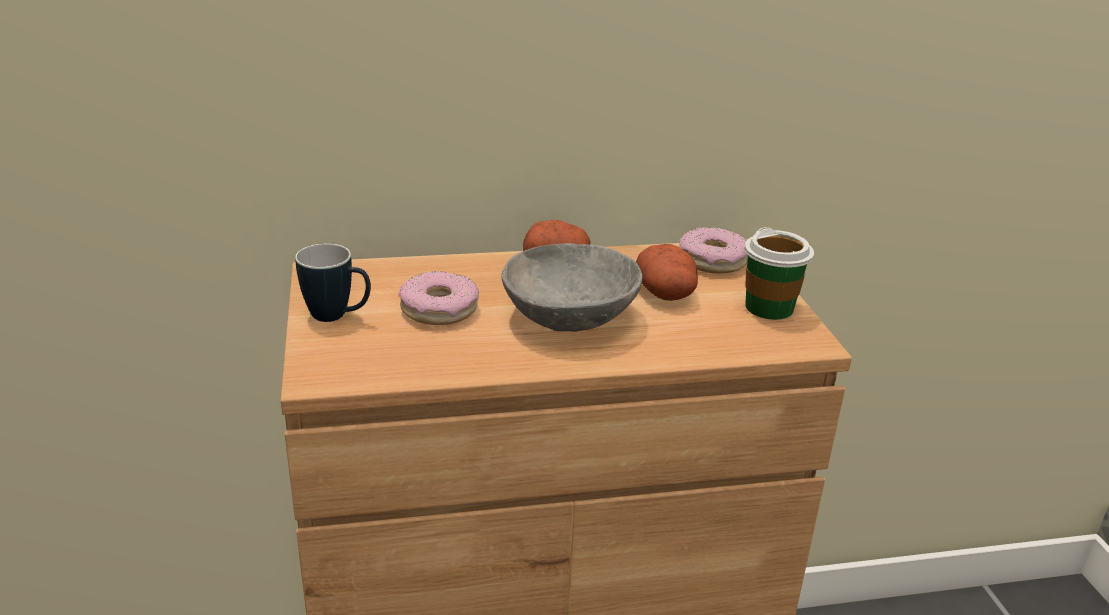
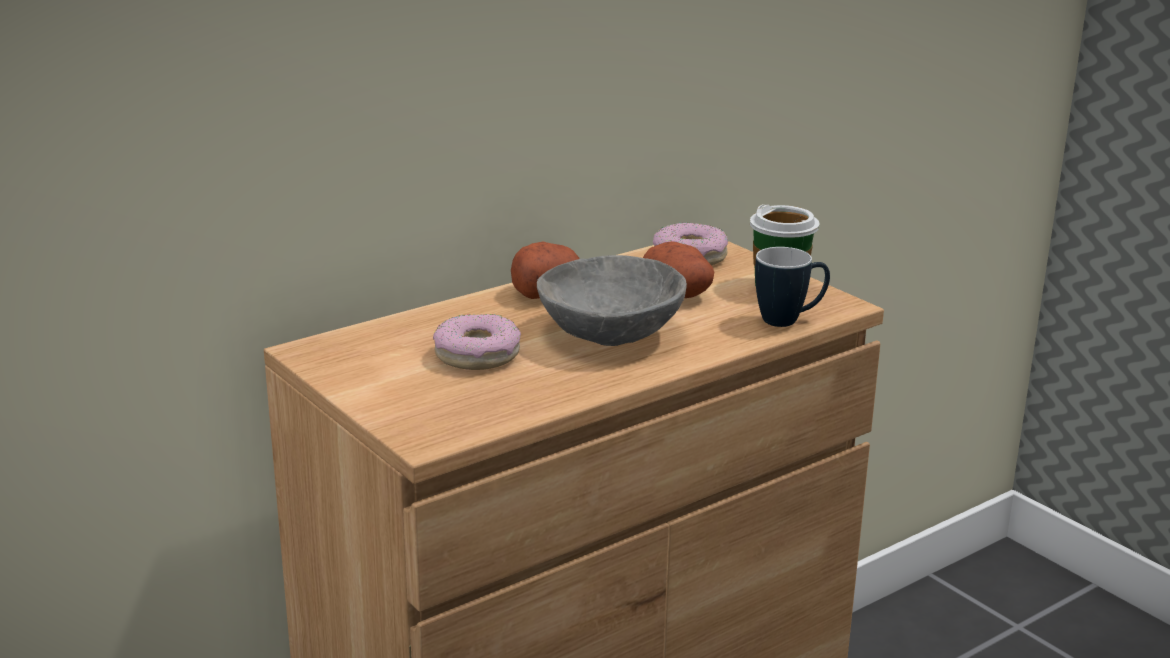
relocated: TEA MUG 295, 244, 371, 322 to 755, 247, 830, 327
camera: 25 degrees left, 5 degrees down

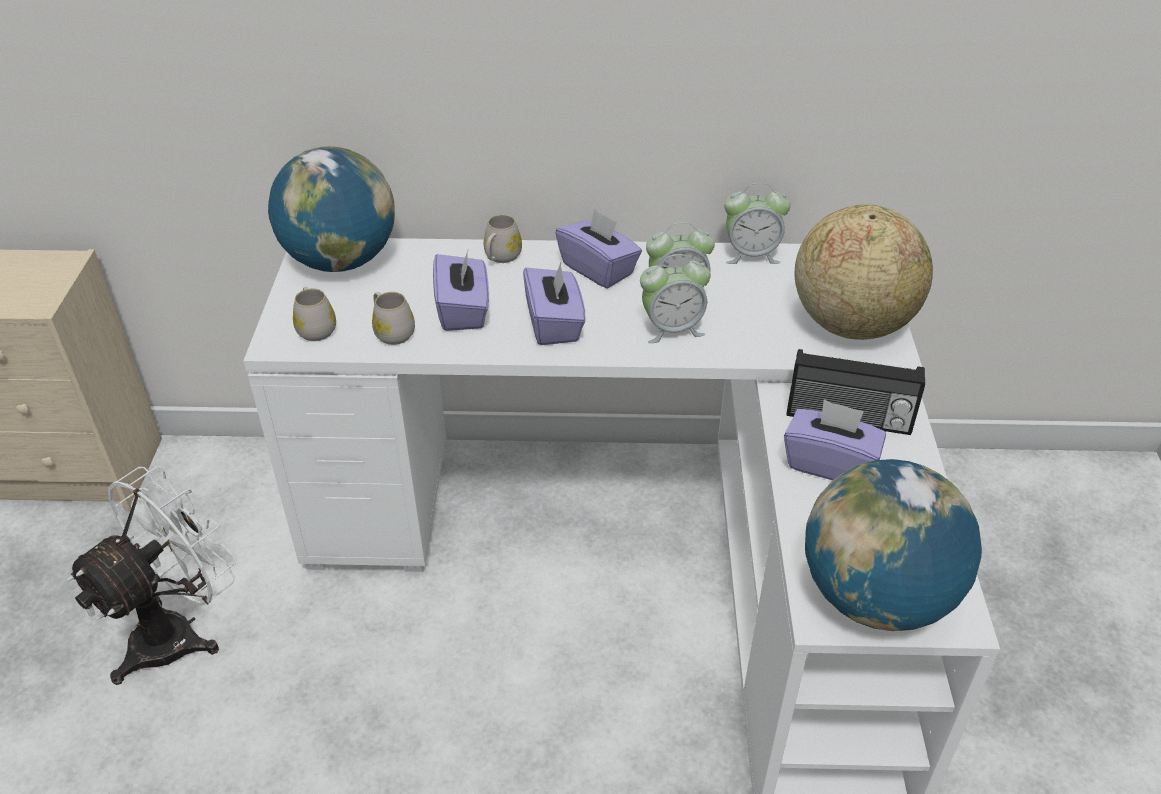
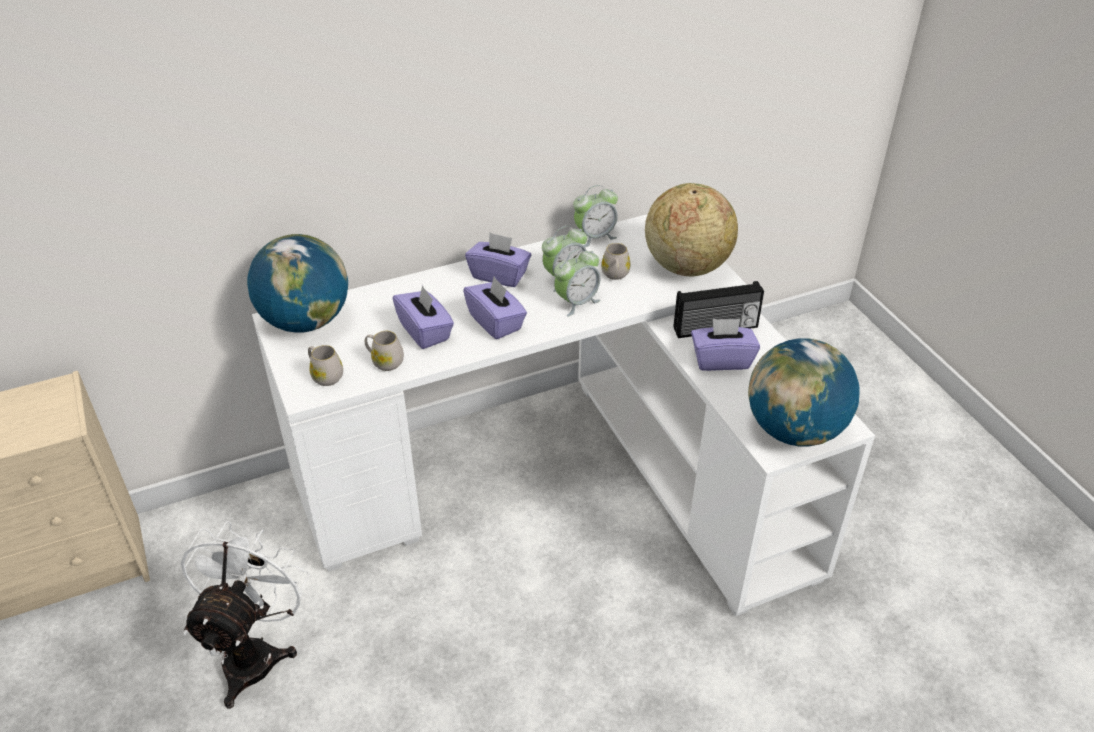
relocated: WHITE TEA MUG 484, 214, 522, 263 to 601, 243, 630, 280
camera: 25 degrees left, 0 degrees up

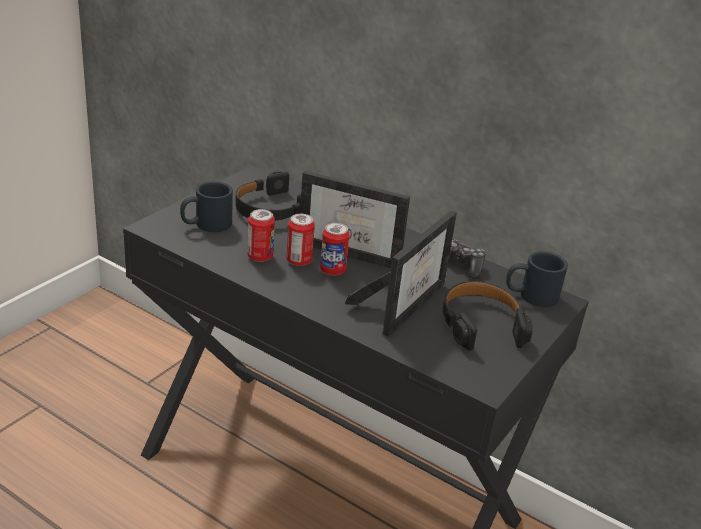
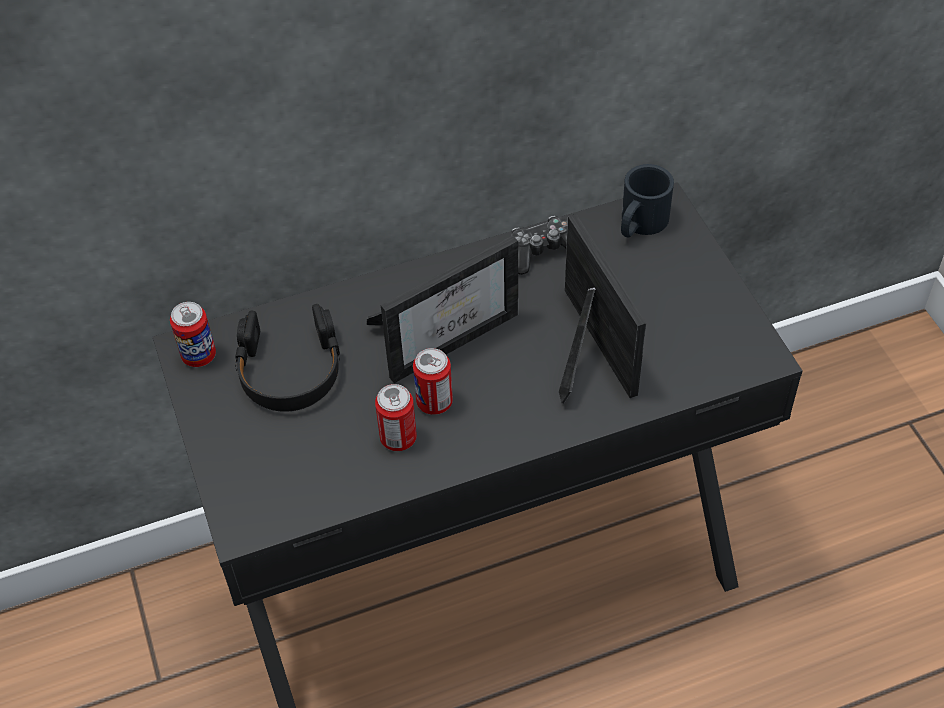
missing: BLACK TEA MUG 180, 181, 233, 232; BLACK HEADPHONES 443, 281, 533, 351
relocated: METAL CAN 320, 223, 349, 276 to 170, 302, 216, 367
camera: 50 degrees left, 20 degrees up

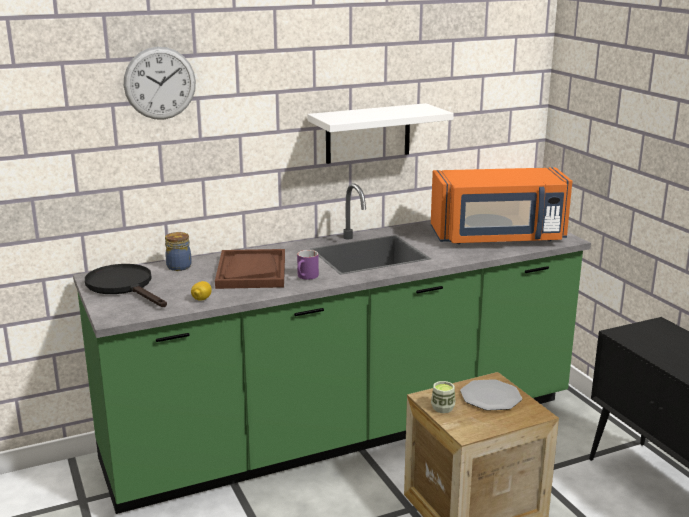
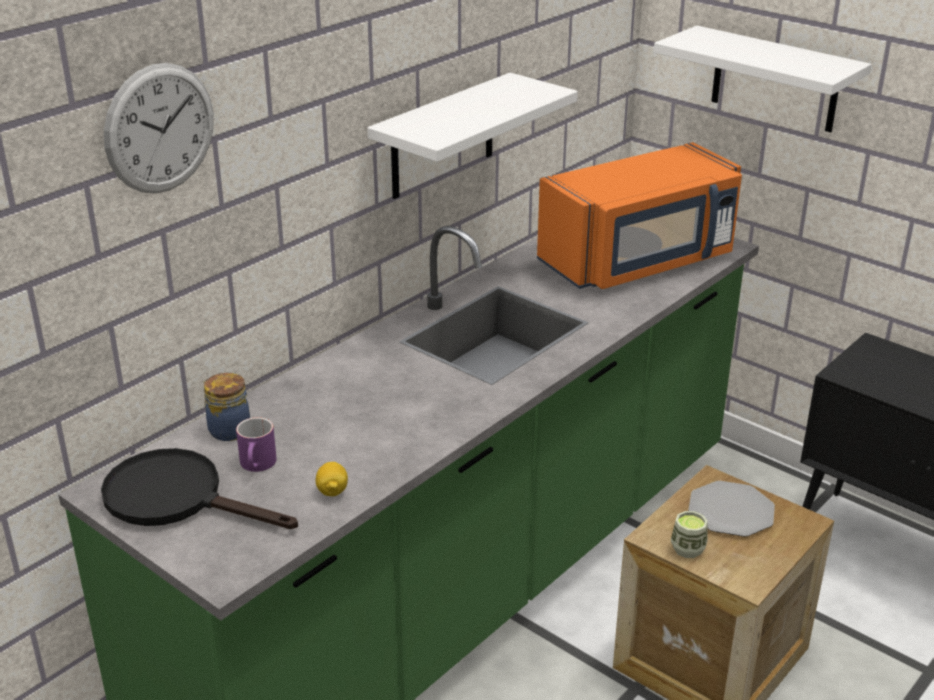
missing: BROWN-COLOURED TRAY 215, 249, 285, 289
appeared: WHITE SHELF 654, 26, 871, 132
relocated: PURPLE-COLOURED TEA MUG 297, 250, 319, 280 to 236, 417, 277, 472
camera: 25 degrees left, 10 degrees up

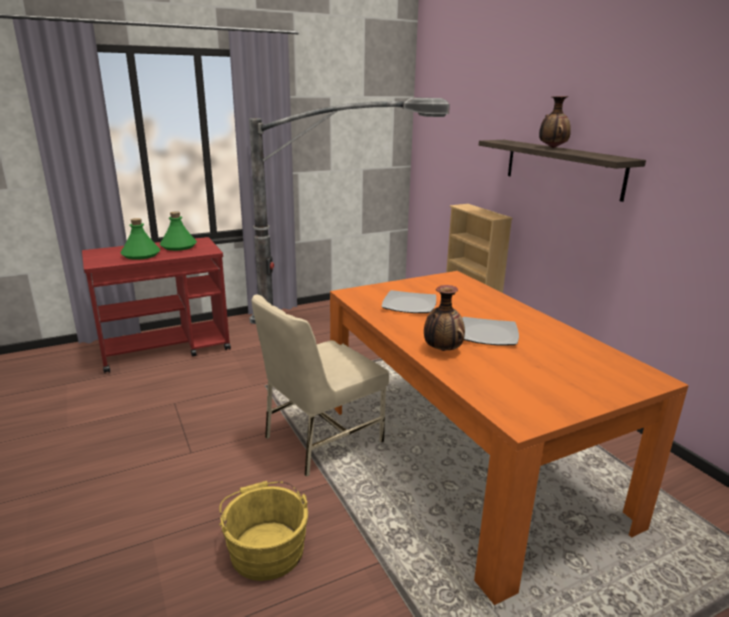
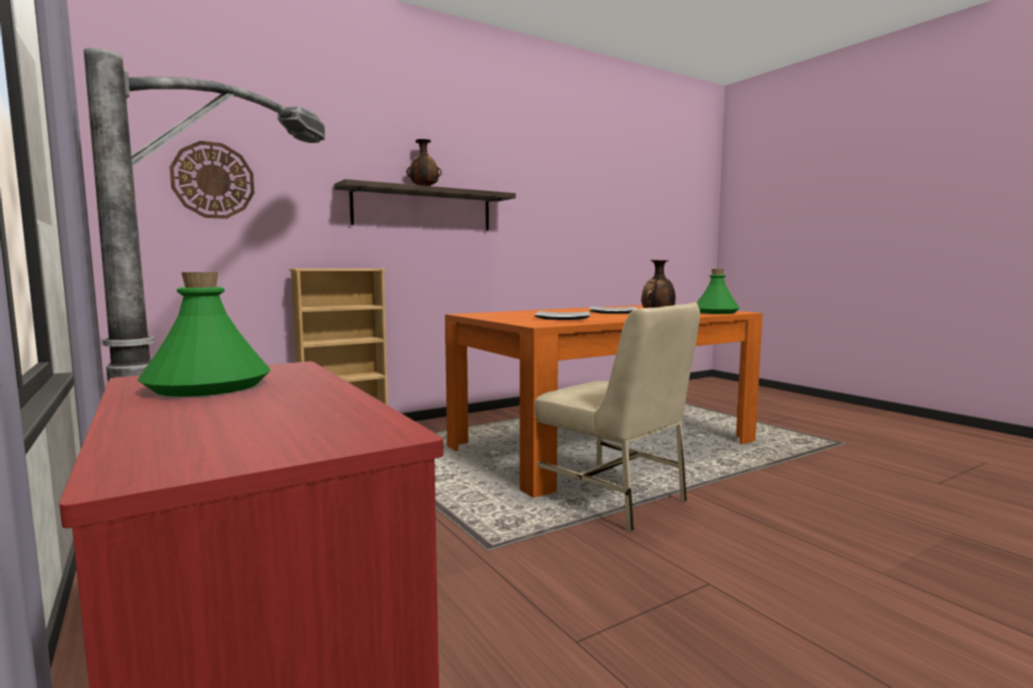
missing: YELLOWISH PAIL 219, 481, 309, 581
appeared: WALL CLOCK 170, 141, 254, 219
relocated: GREENISH BOTTLE 120, 218, 160, 260 to 697, 269, 740, 314
camera: 95 degrees left, 15 degrees down

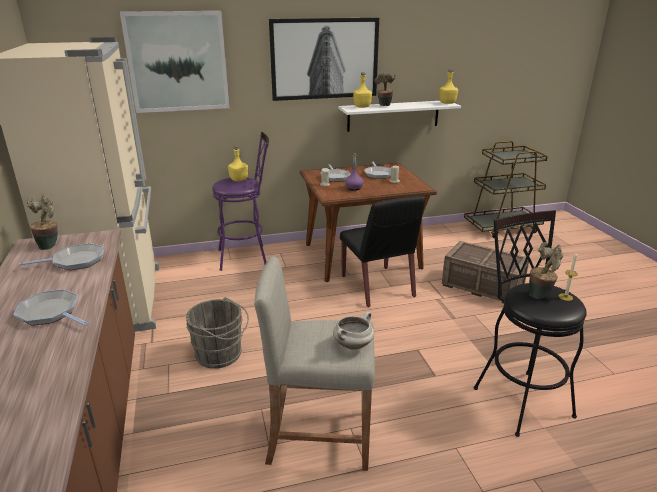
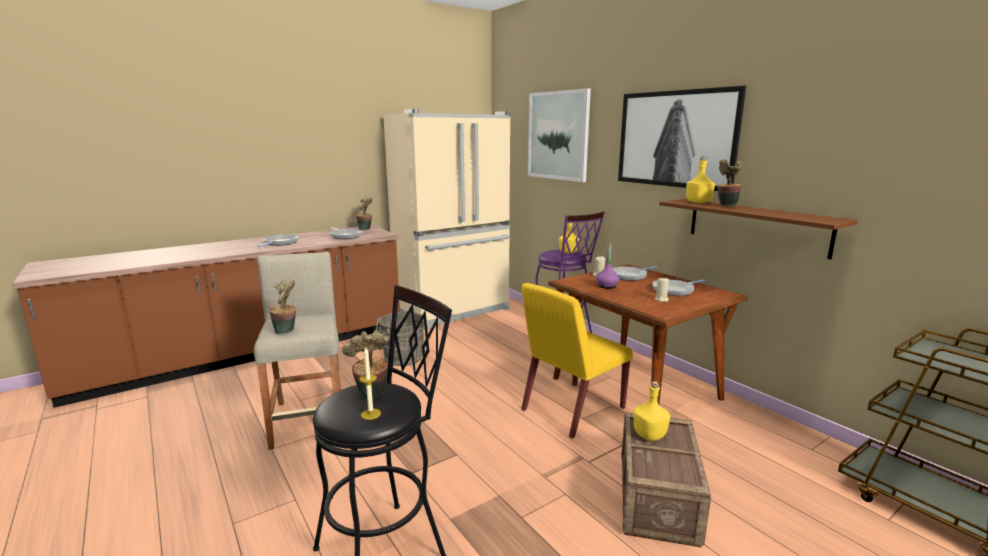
relocated: YELLOWISH BOTTLE 439, 69, 458, 104 to 633, 381, 670, 441
exchanged: WHITE STOCKPOT 333, 312, 374, 350 to PLANT IN A POT 269, 279, 296, 334
colour: WHITE SHELF 338, 101, 461, 132 to BROWN-COLOURED SHELF 659, 199, 858, 259; BLACK PLAIN CHAIR 340, 196, 425, 307 to YELLOWISH PLAIN CHAIR 521, 283, 633, 439
camera: 70 degrees right, 10 degrees down

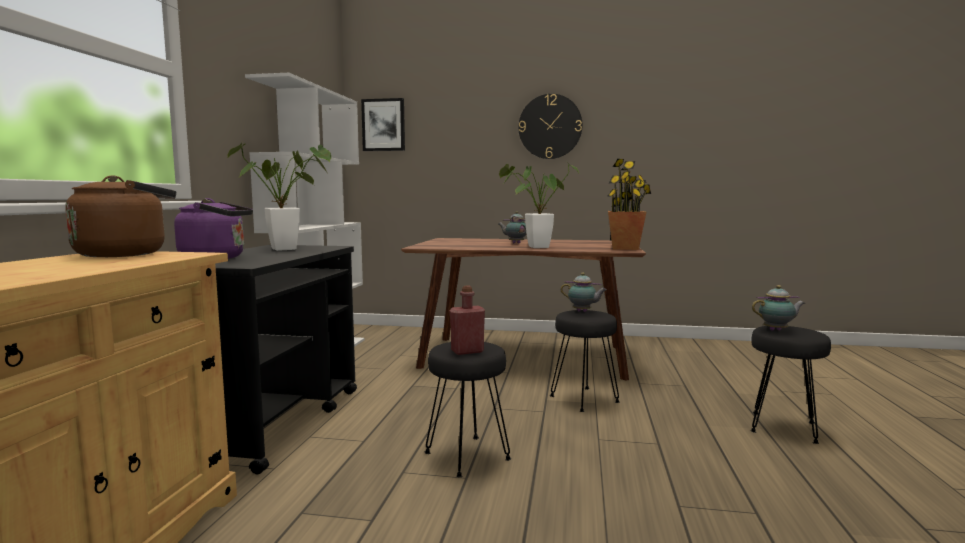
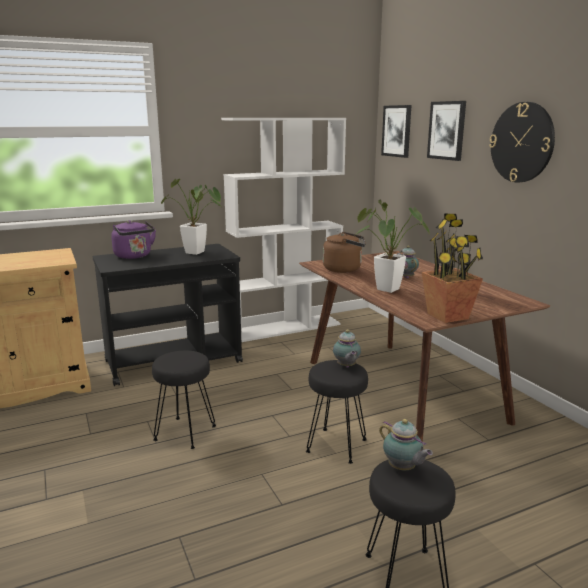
missing: RED-COLOURED BOTTLE 450, 286, 485, 355
appeared: WALL PICTURE 427, 101, 466, 161
relocated: BROWN-COLOURED TEA KETTLE 65, 176, 176, 257 to 323, 232, 366, 273
camera: 55 degrees right, 10 degrees up

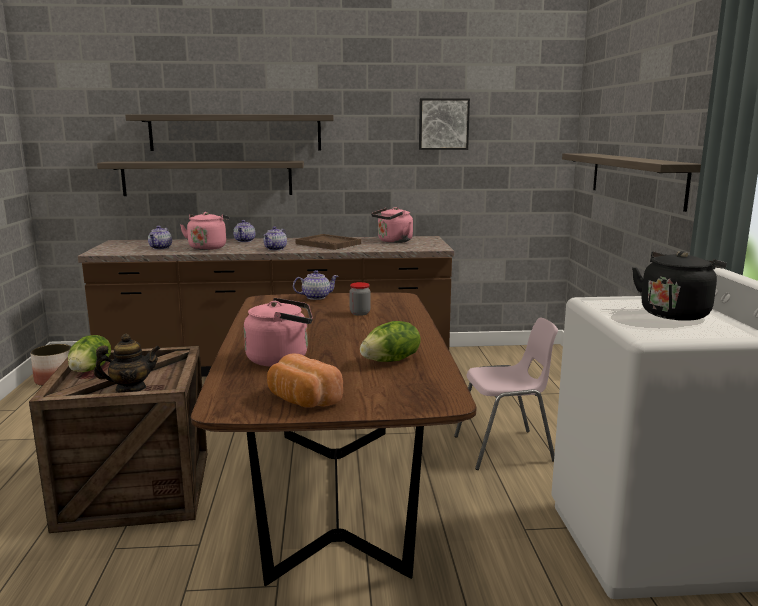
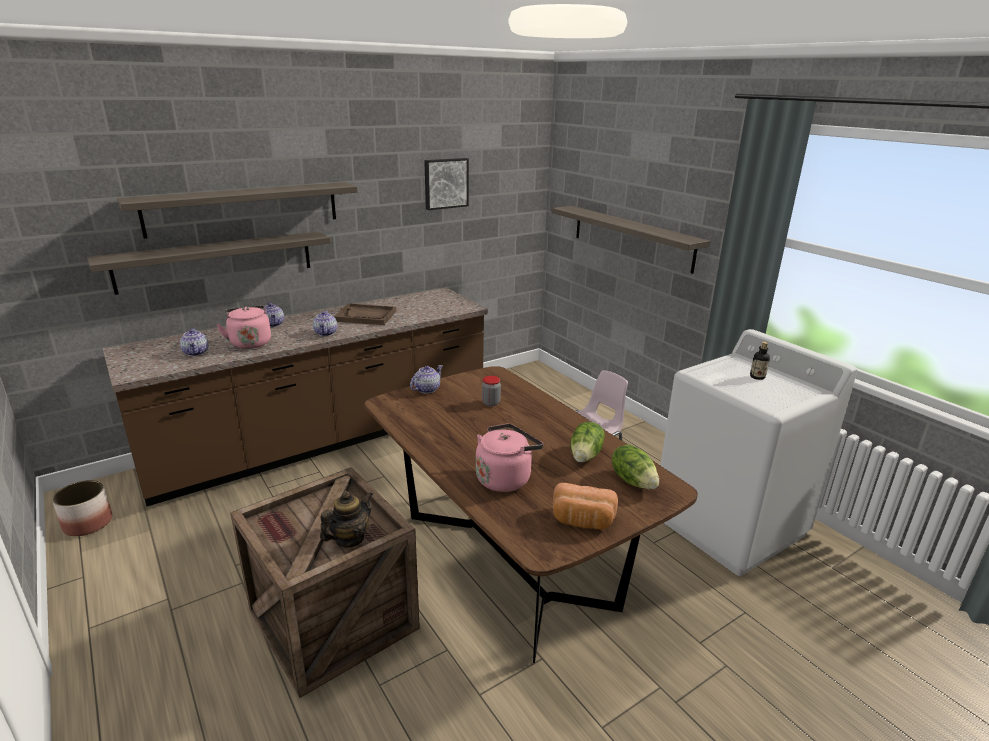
missing: PINK TEA KETTLE 371, 207, 413, 243
relocated: LETTUCE 68, 335, 111, 372 to 612, 445, 659, 489
exchanged: BLACK TEA KETTLE 632, 251, 727, 321 to BOTTLE 750, 342, 770, 380
camera: 30 degrees left, 10 degrees up

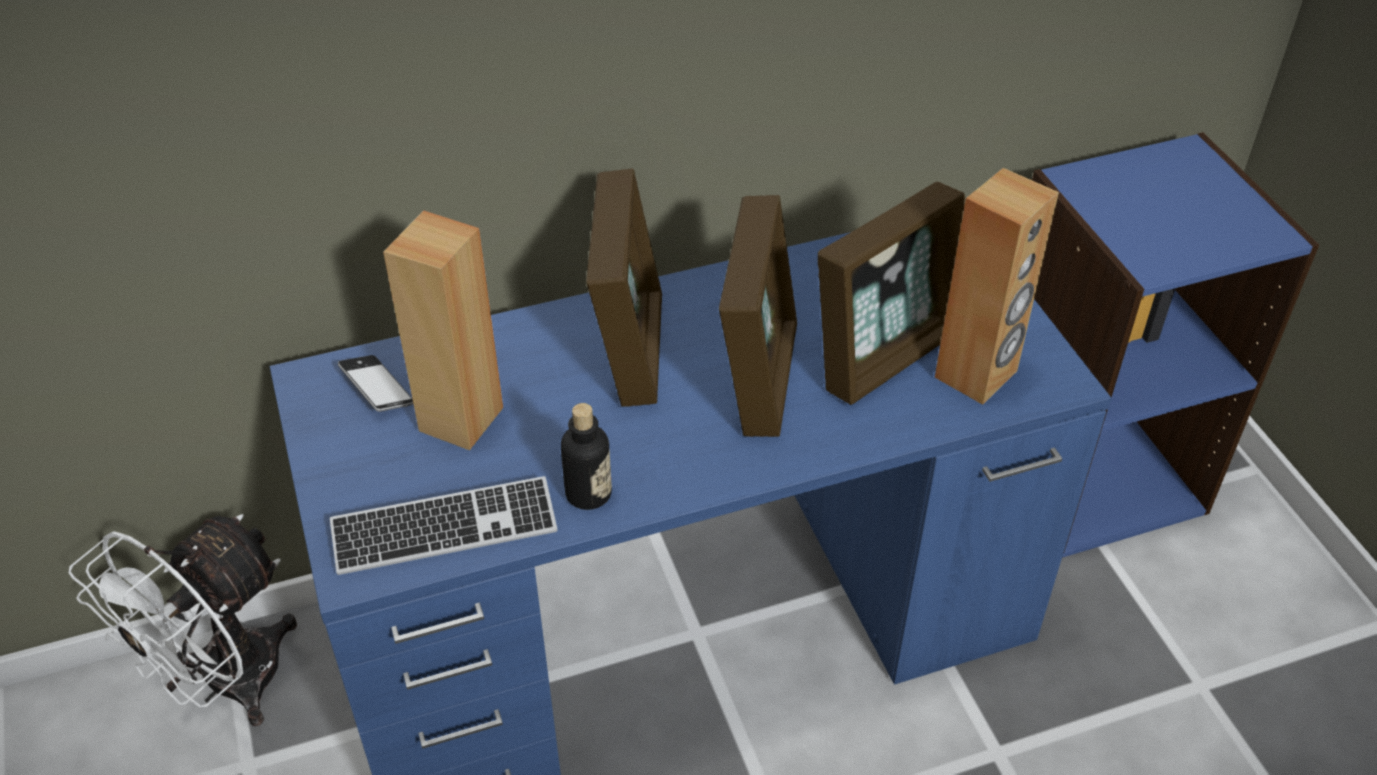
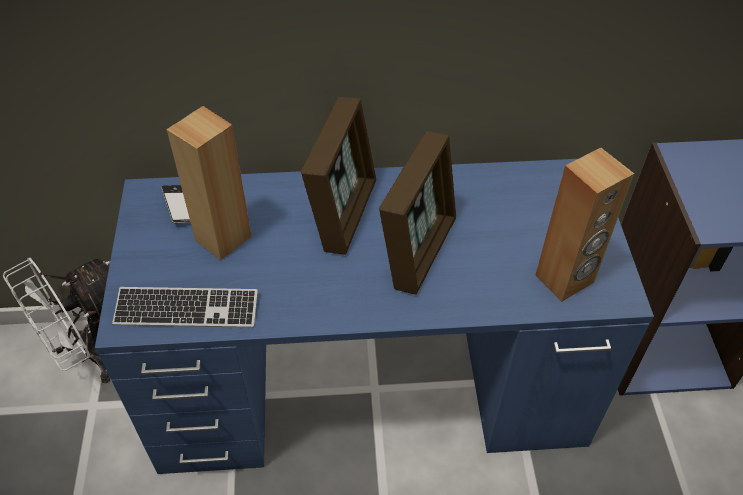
missing: BOTTLE 561, 403, 612, 510; PICTURE FRAME 818, 182, 965, 405
camera: 15 degrees right, 5 degrees up

